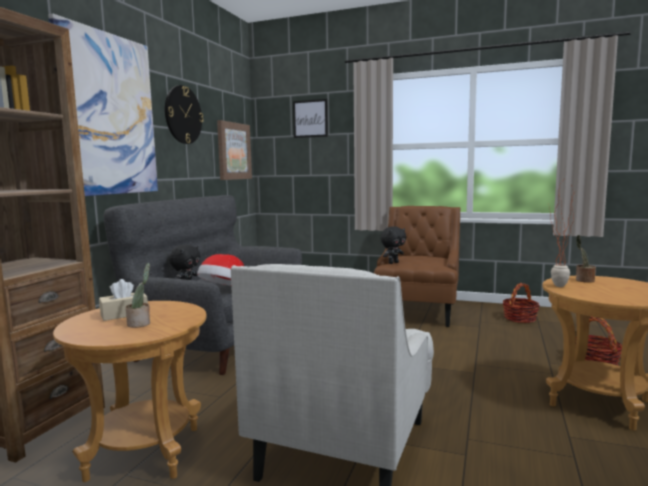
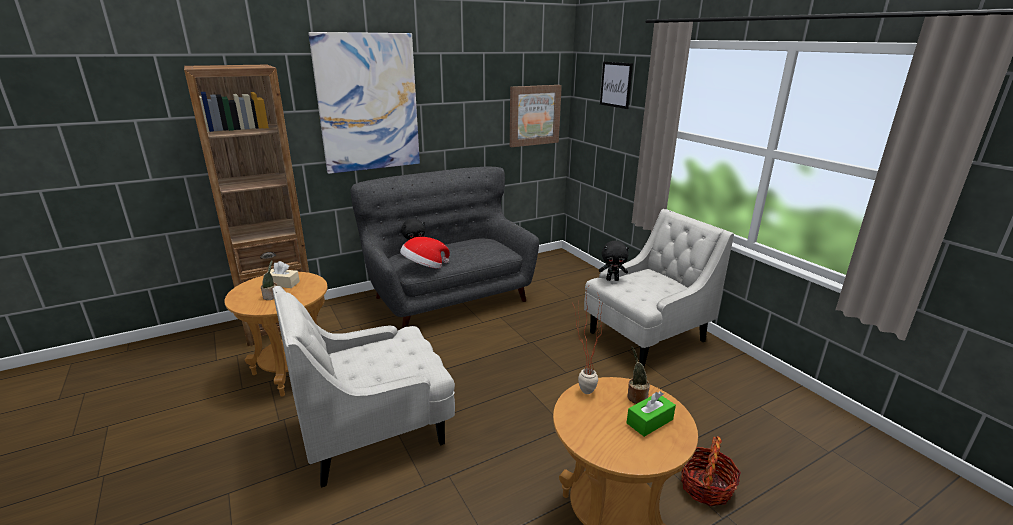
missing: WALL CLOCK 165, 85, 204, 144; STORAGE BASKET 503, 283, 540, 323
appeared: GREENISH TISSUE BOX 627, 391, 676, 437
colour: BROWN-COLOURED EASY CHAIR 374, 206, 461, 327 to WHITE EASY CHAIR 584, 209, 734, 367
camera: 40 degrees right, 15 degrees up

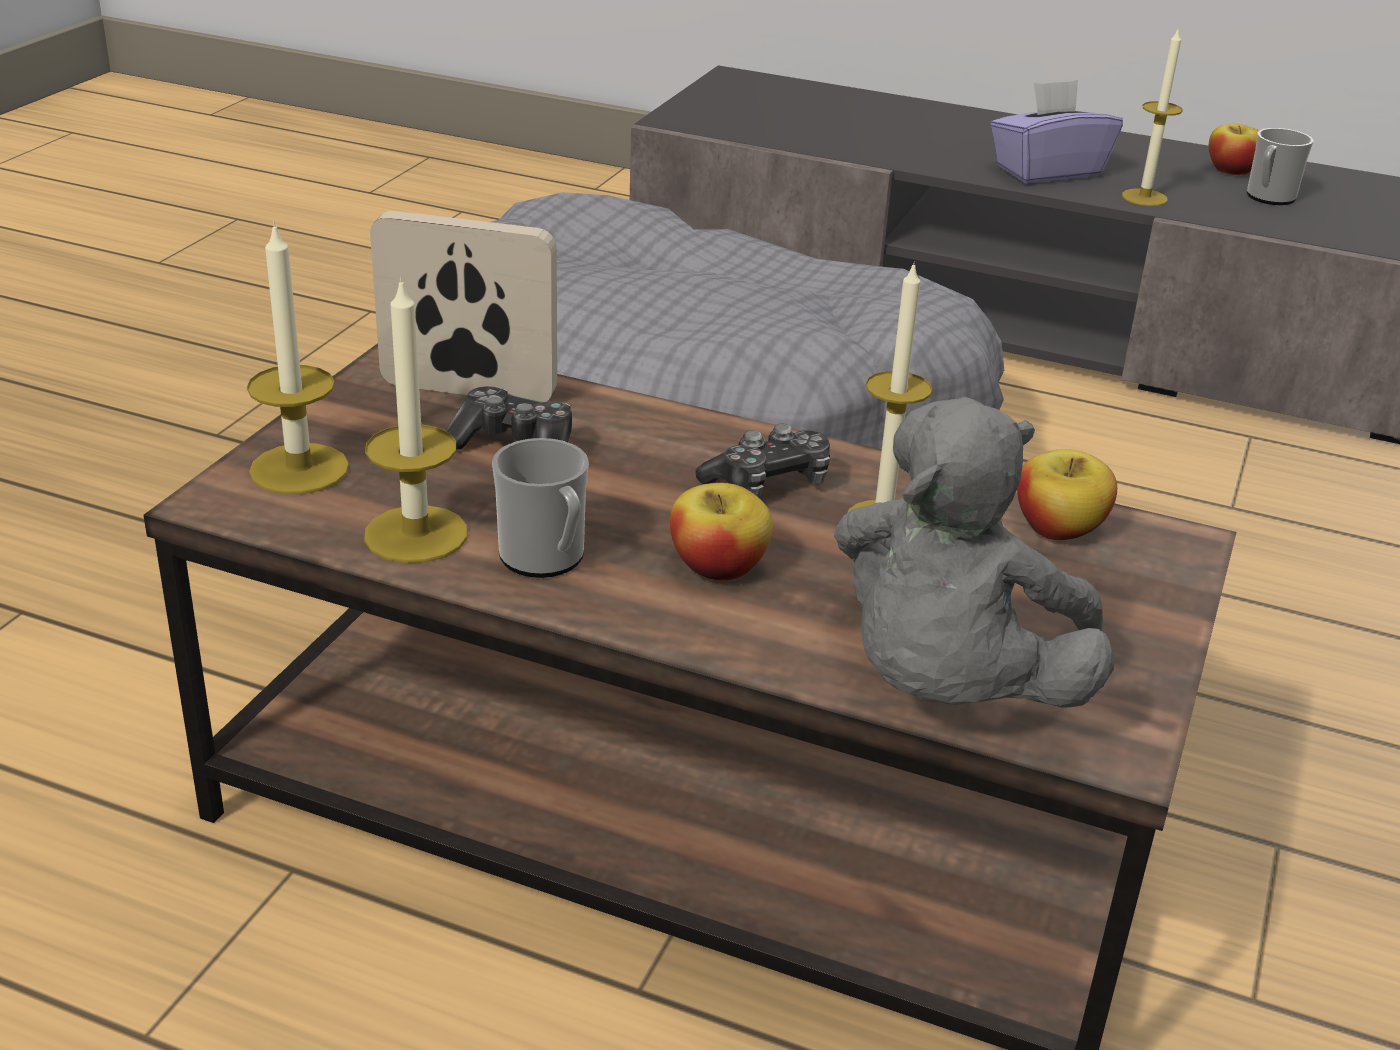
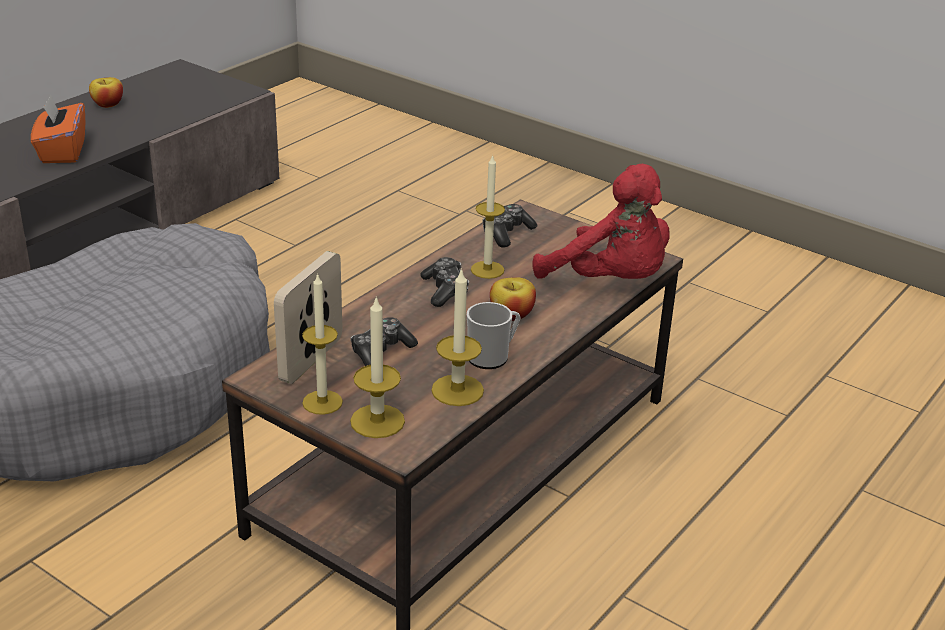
missing: TEA MUG 1247, 128, 1313, 205
relocated: WAX LIGHT 1122, 27, 1183, 206 to 302, 273, 343, 415
exchanged: APPLE 1017, 449, 1117, 540 to JOYPAD 482, 204, 537, 248
colour: GRAY CUDDLY TOY 834, 397, 1114, 708 to RED-COLOURED CUDDLY TOY 532, 164, 670, 279; PURPLE-COLOURED TISSUE BOX 990, 80, 1123, 183 to ORANGE TISSUE BOX 31, 94, 85, 163
camera: 75 degrees left, 0 degrees up

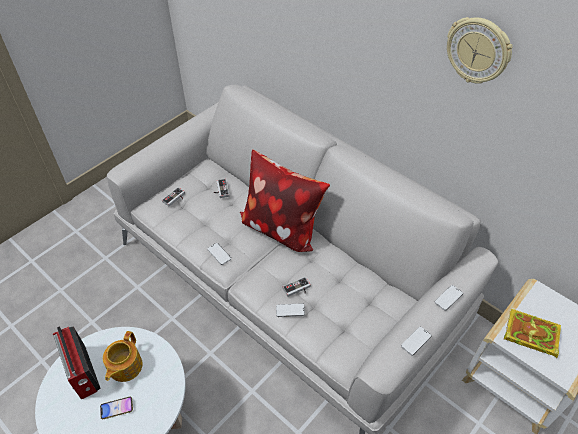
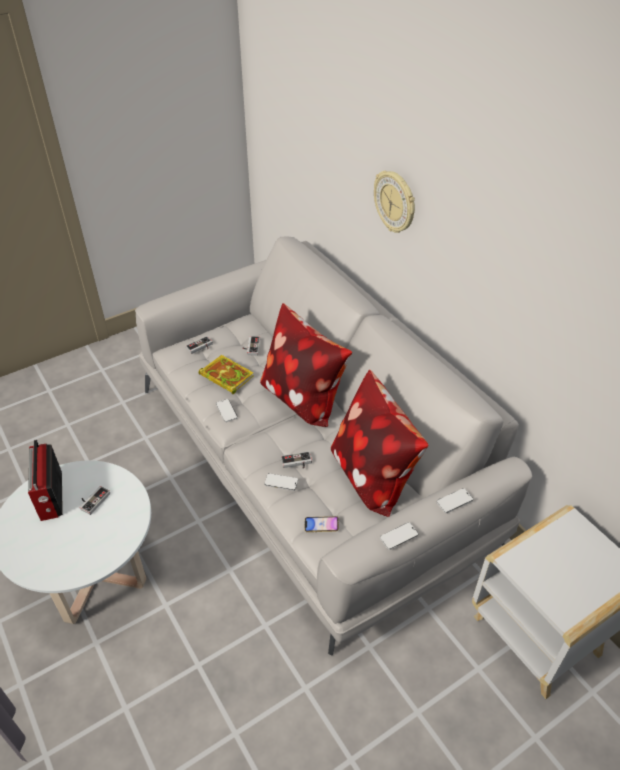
appeared: CUSHION 331, 370, 428, 517
relocated: HANDSET 100, 396, 133, 419 to 304, 516, 339, 532; WALL CLOCK 447, 17, 513, 84 to 374, 171, 415, 233; BOUND BOOK 504, 309, 561, 358 to 198, 355, 254, 394
exchanged: POT FOR TEA 103, 331, 143, 382 to JOYPAD 79, 486, 110, 515
camera: 15 degrees right, 5 degrees down

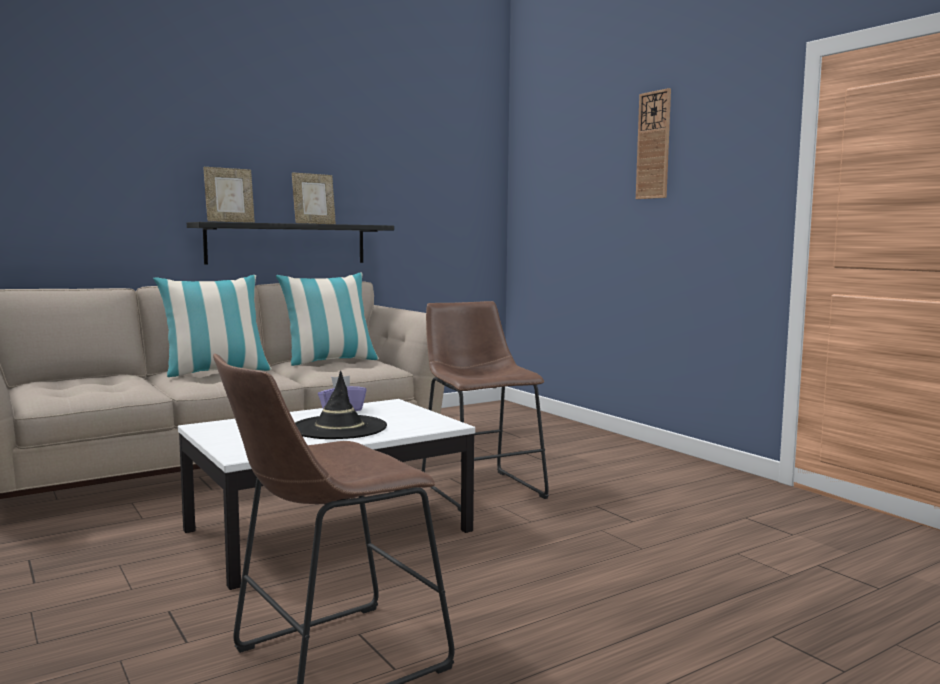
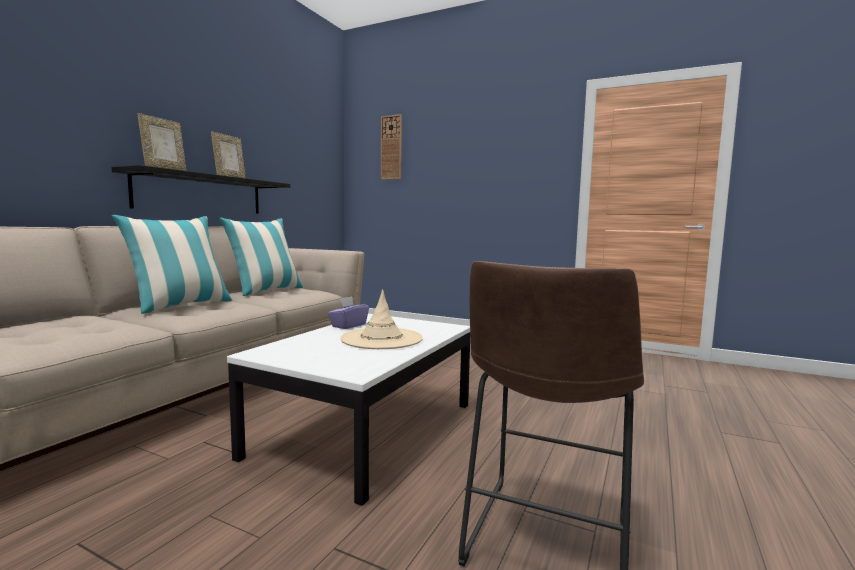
missing: BROWN-COLOURED SITTING STOOL 422, 301, 549, 512
relocated: WALL CLOCK 636, 88, 671, 199 to 381, 114, 402, 180
colour: BLACK WEARABLE HAT 295, 371, 387, 439 to SAND-COLOURED WEARABLE HAT 340, 289, 423, 349
camera: 30 degrees left, 0 degrees up

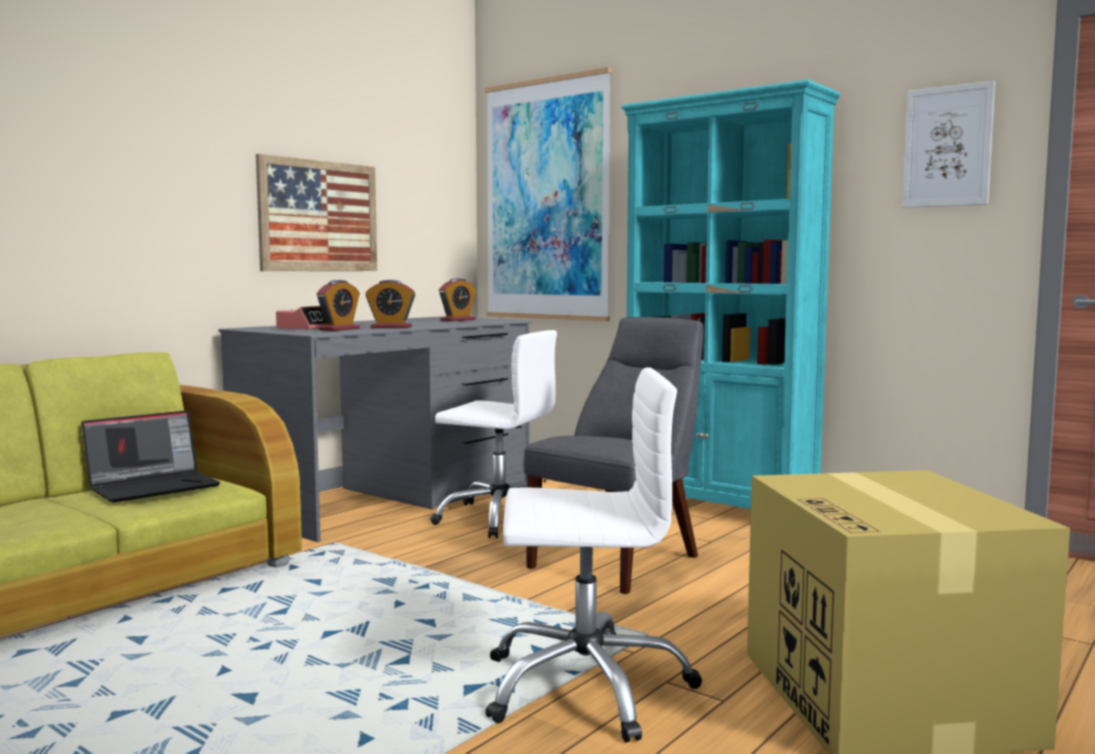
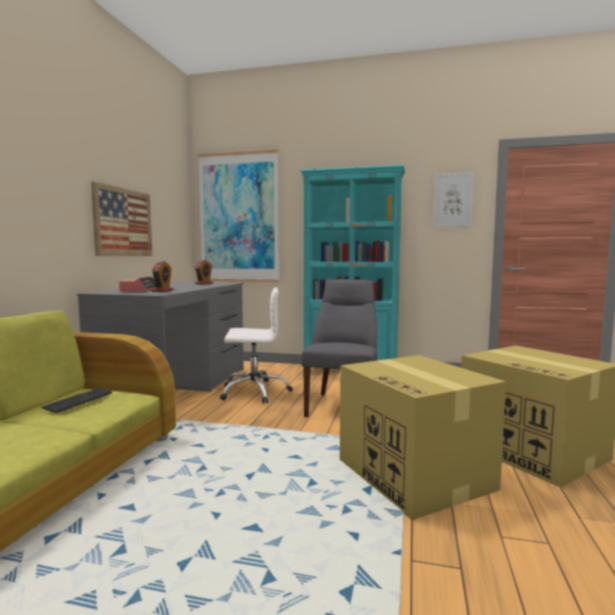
missing: TABLE CLOCK 366, 280, 415, 328
exchanged: LAPTOP 81, 410, 220, 502 to COMPUTER KEYBOARD 42, 388, 112, 413; WHITE DESK CHAIR 485, 367, 702, 742 to CARDBOARD BOX 340, 355, 506, 520
camera: 25 degrees left, 0 degrees up

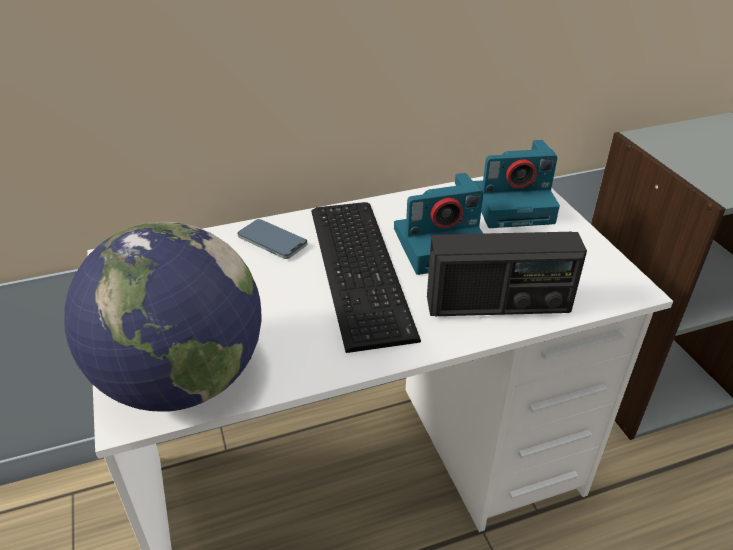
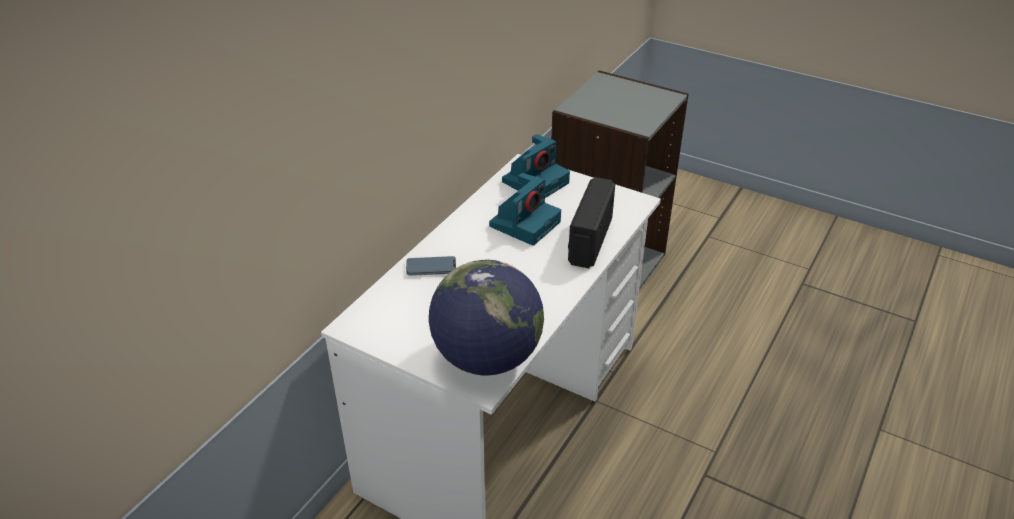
missing: COMPUTER KEYBOARD 311, 202, 421, 353
spun: RADIO RECEIVER 427, 232, 587, 316 = 568, 177, 615, 268 150 degrees clockwise
camera: 40 degrees left, 0 degrees up

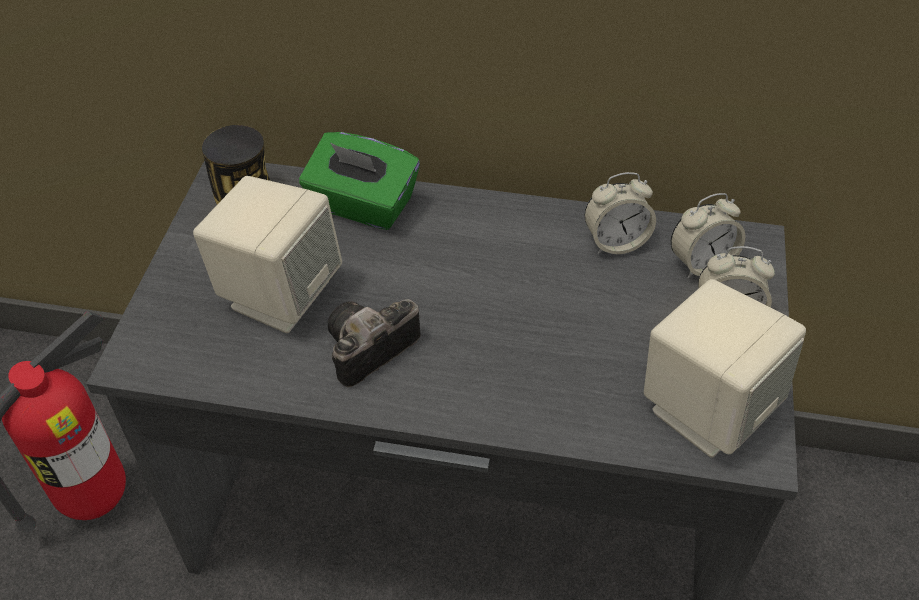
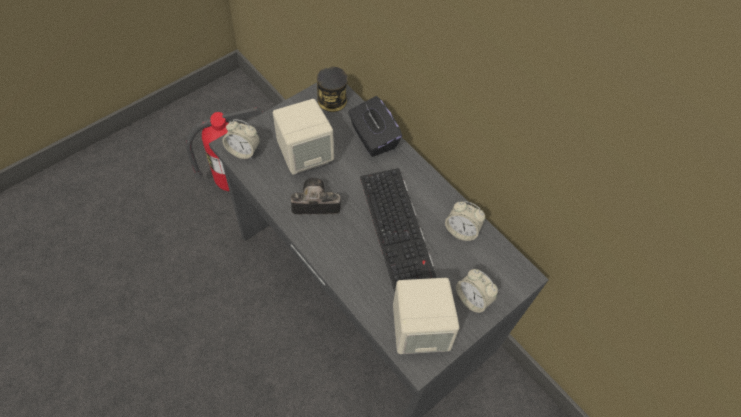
appeared: COMPUTER KEYBOARD 360, 168, 437, 291
relocated: TABLE CLOCK 670, 193, 745, 278 to 222, 119, 260, 159
colour: GREENISH TISSUE BOX 299, 132, 420, 230 to BLACK TISSUE BOX 348, 96, 402, 157
camera: 35 degrees right, 10 degrees up

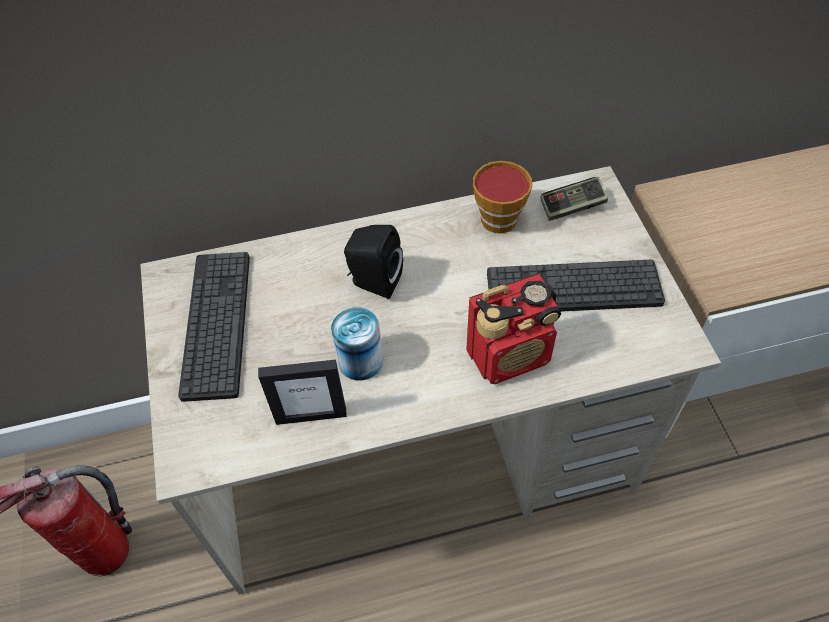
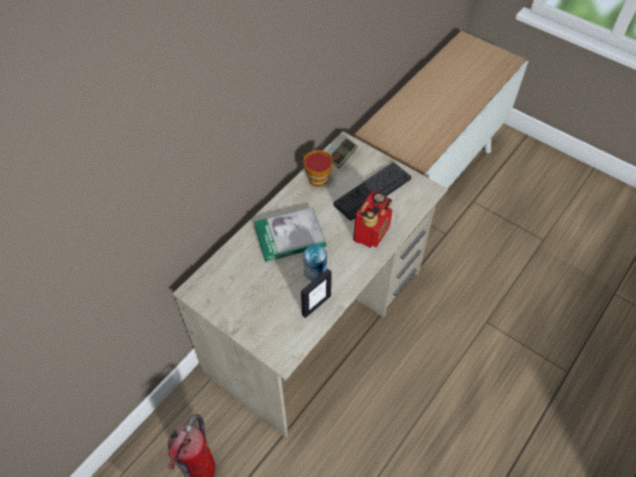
missing: COMPUTER KEYBOARD 178, 252, 250, 402
exchanged: BLACK SPEAKER 344, 225, 403, 299 to BOUND BOOK 254, 207, 326, 262
camera: 40 degrees left, 0 degrees up

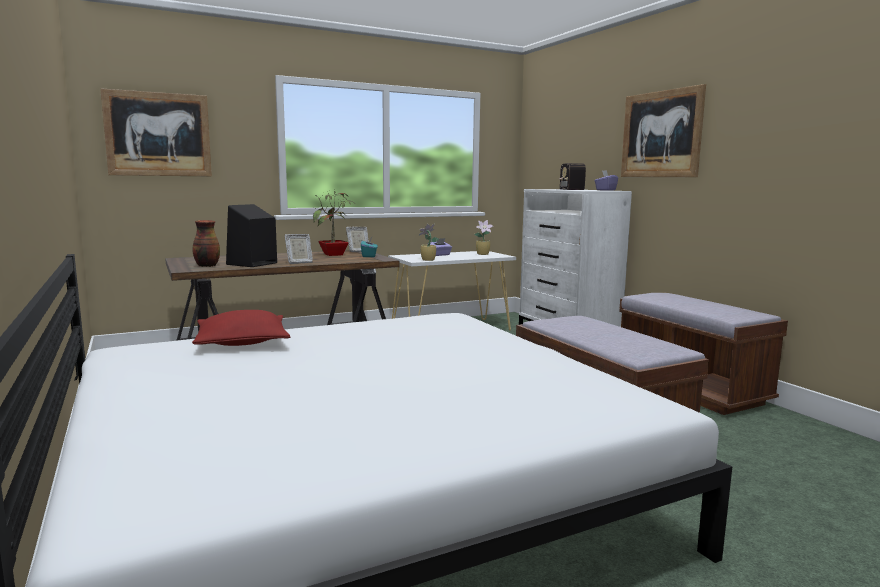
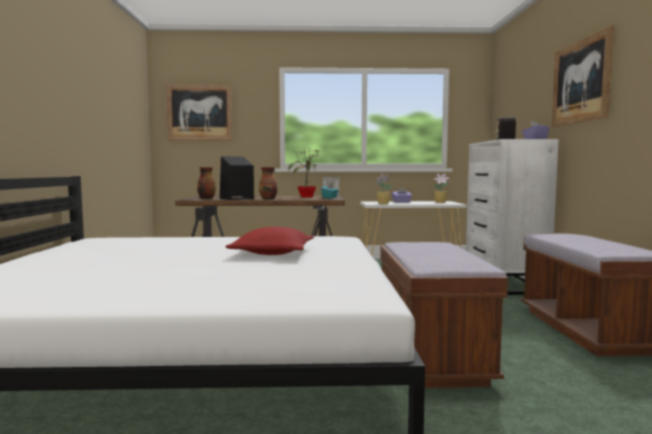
relocated: RED-COLOURED CUSHION 192, 310, 290, 346 to 226, 227, 314, 255
exchanged: PICTURE FRAME 285, 234, 313, 264 to FLOWER VASE 259, 167, 278, 199
camera: 25 degrees right, 5 degrees down

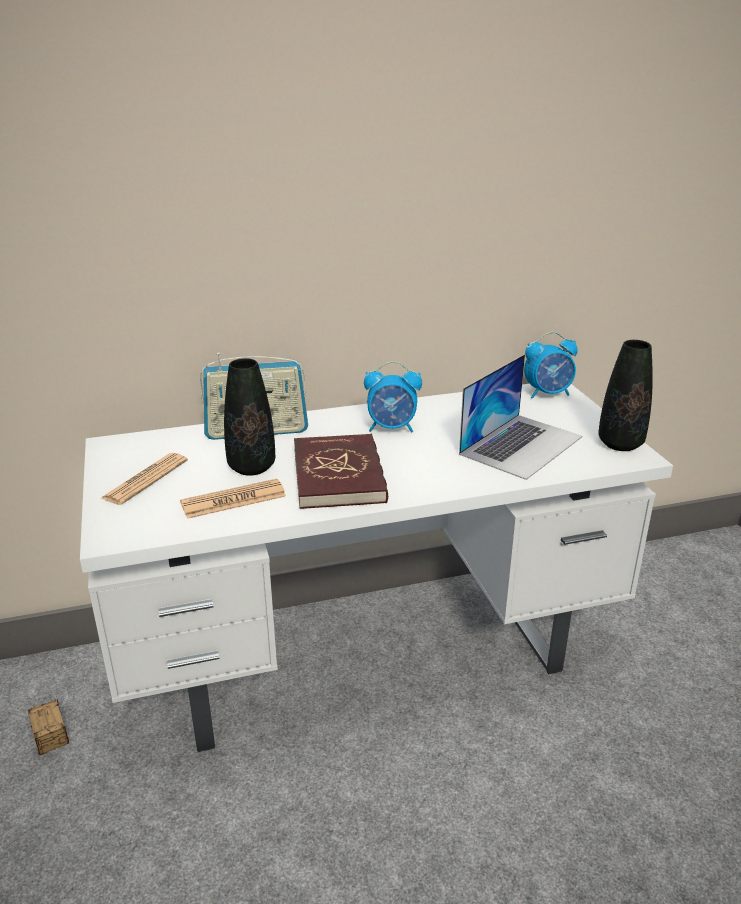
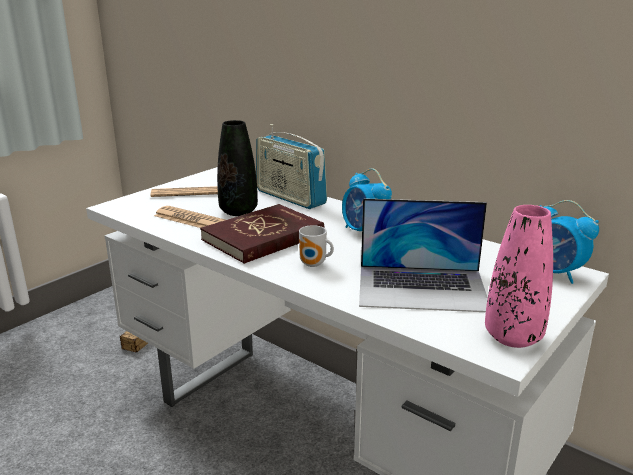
appeared: TEA MUG 299, 225, 334, 267
colour: BLACK FLOWER VASE 598, 340, 653, 451 to PINK FLOWER VASE 485, 205, 553, 348
camera: 55 degrees right, 5 degrees down

